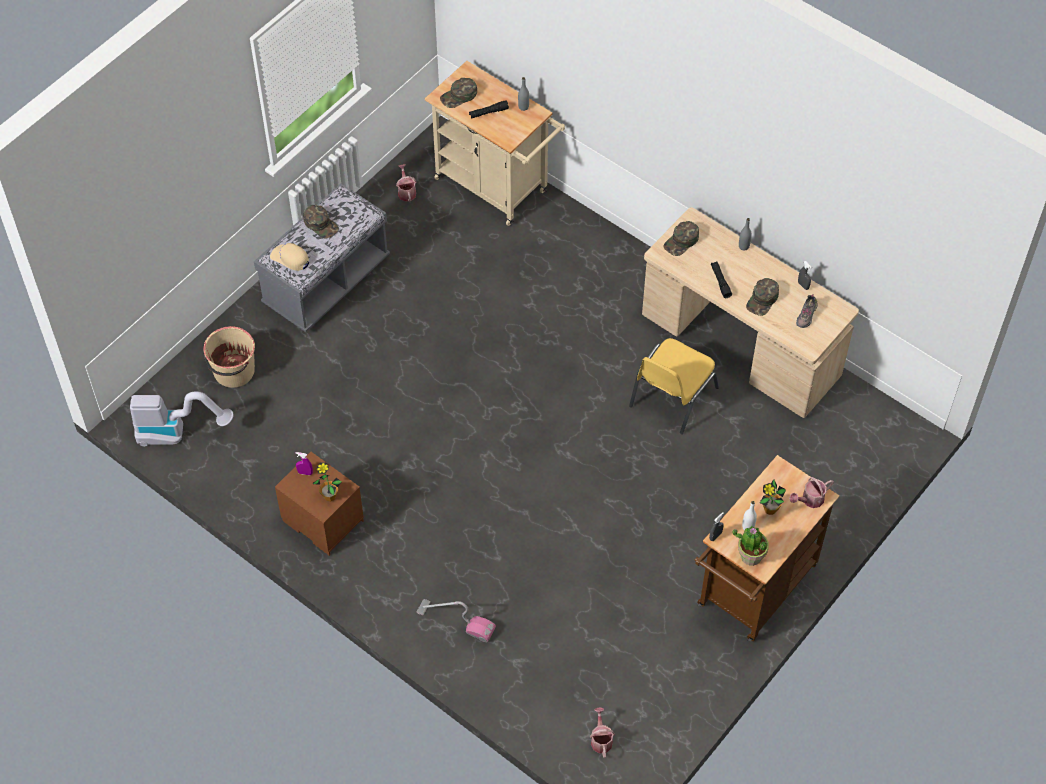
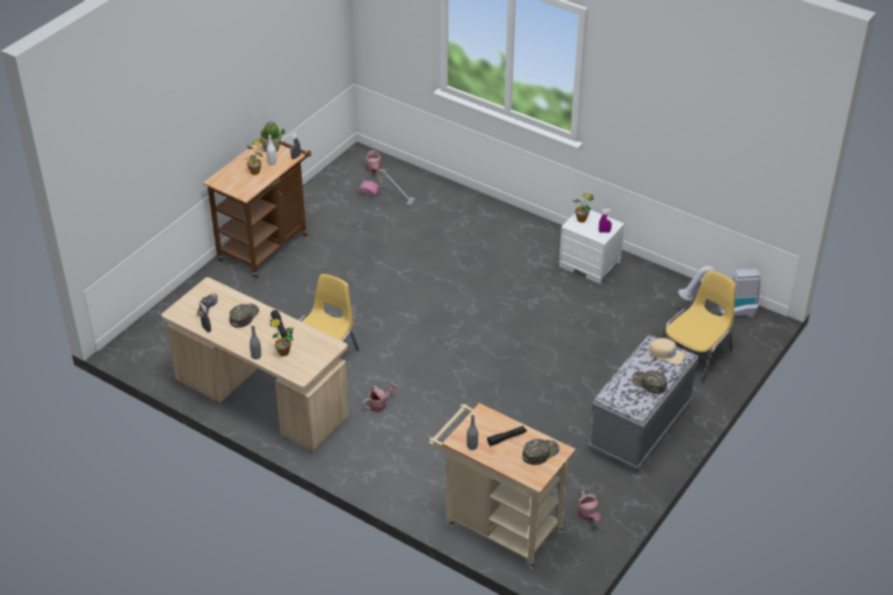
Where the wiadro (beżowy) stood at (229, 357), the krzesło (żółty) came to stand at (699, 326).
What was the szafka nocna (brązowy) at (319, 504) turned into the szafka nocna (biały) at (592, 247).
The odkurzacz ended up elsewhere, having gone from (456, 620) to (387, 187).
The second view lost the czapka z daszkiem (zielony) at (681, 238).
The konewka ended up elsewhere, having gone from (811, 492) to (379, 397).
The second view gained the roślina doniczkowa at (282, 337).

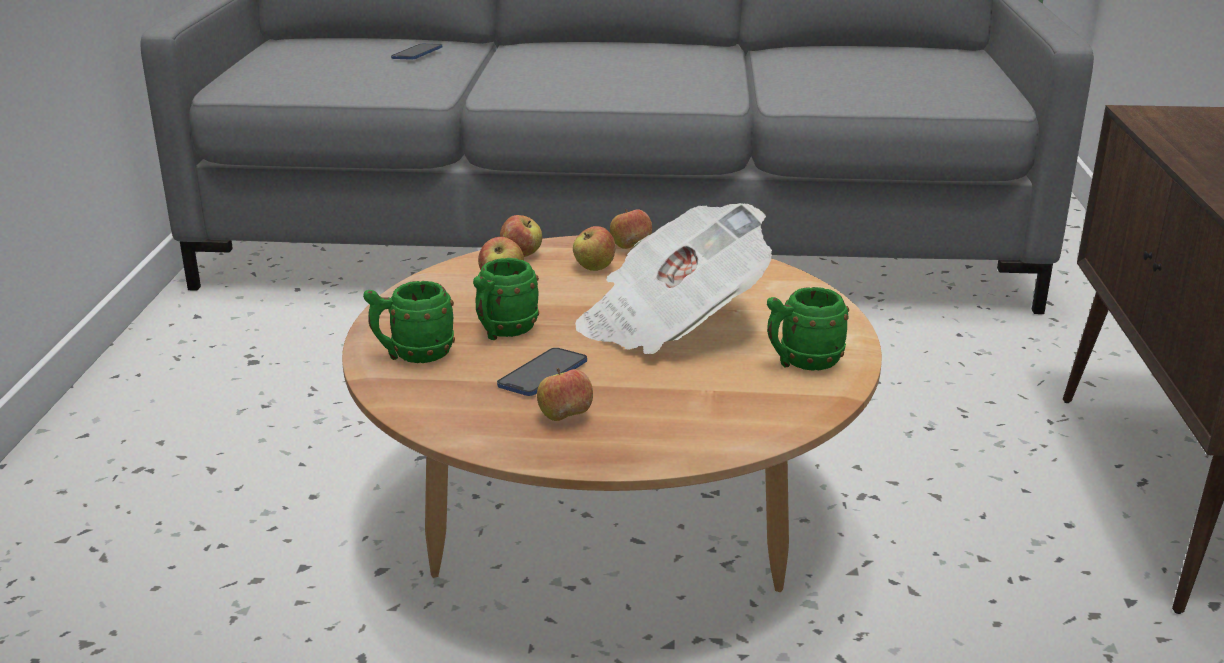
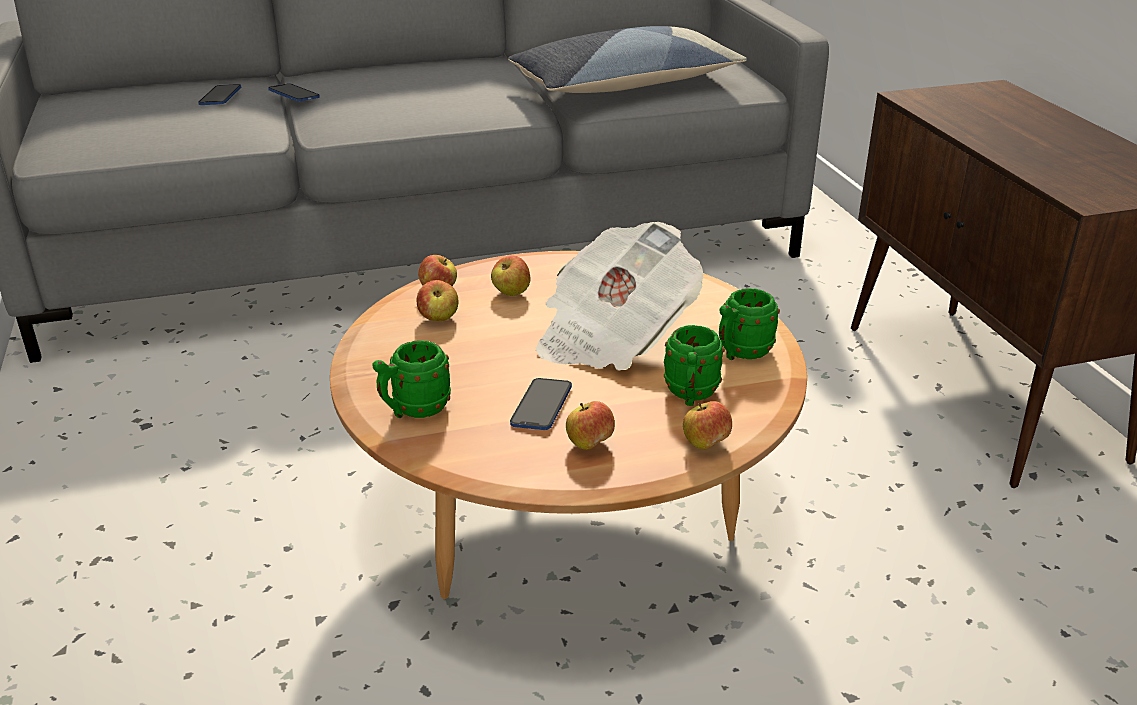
The kubek (zielony) ended up elsewhere, having gone from (506, 299) to (694, 365).
The jabłko ended up elsewhere, having gone from (631, 229) to (707, 425).
The second view gained the telefon at (294, 92).
The second view gained the poduszka at (627, 59).

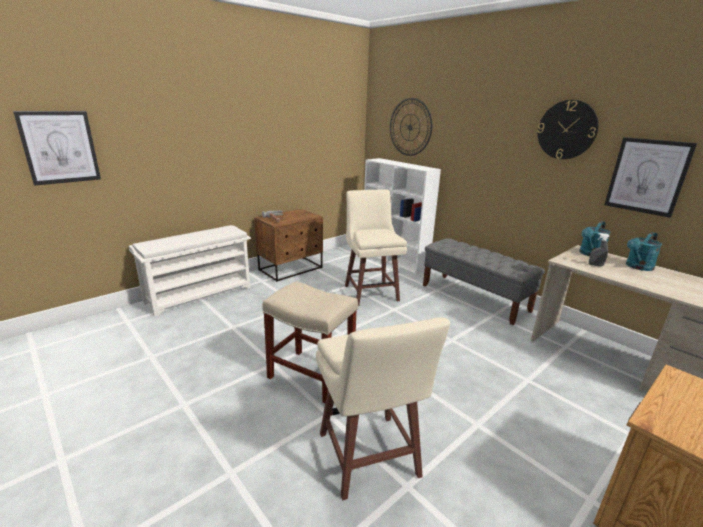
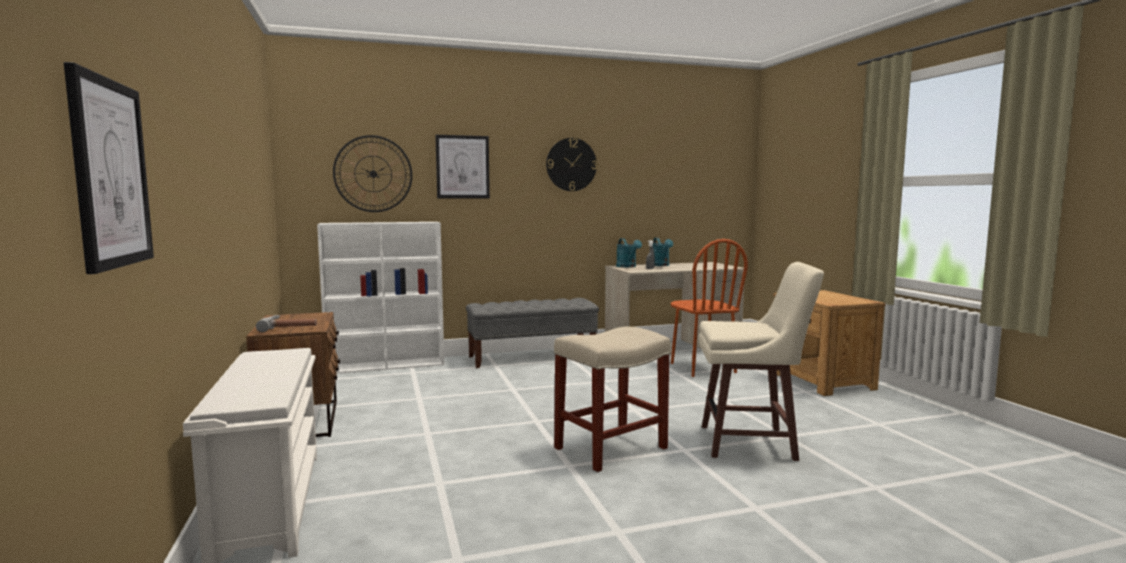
The second view lost the stołek (beżowy) at (376, 247).
The obraz ended up elsewhere, having gone from (650, 177) to (462, 166).
The second view gained the krzesło (brązowy) at (709, 308).

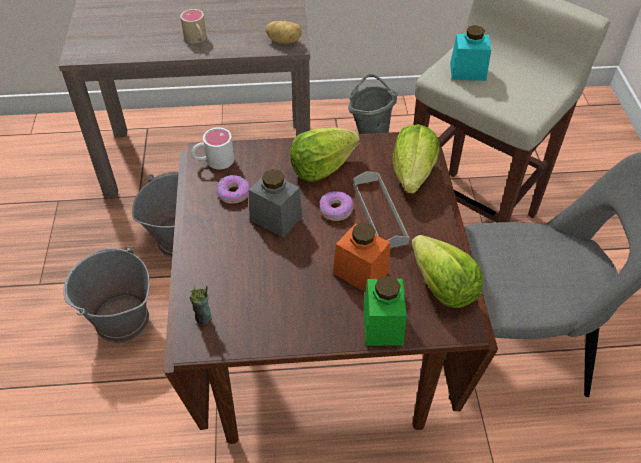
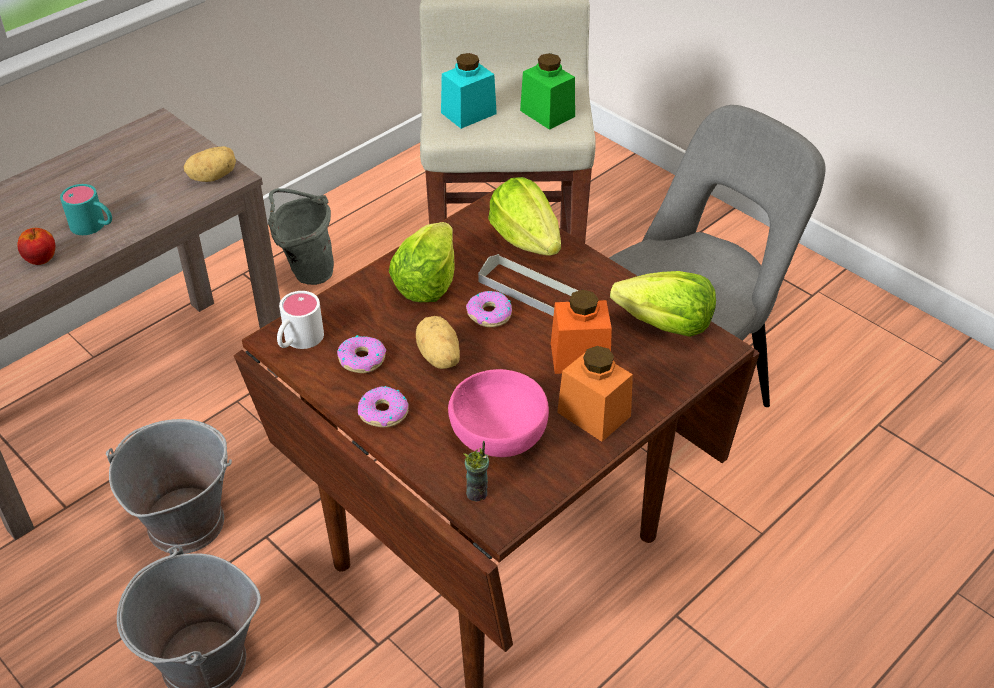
What was the kubek (beżowy) at (193, 26) turned into the kubek (turkusowy) at (86, 209).
Where the słoik (szary) stood at (276, 203), the ziemniak came to stand at (438, 342).
The słoik (zielony) ended up elsewhere, having gone from (385, 311) to (547, 91).
The second view gained the jabłko at (36, 246).
The second view gained the donut at (383, 406).
The second view gained the miska (różowy) at (498, 413).
The second view gained the słoik (pomarańczowy) at (595, 394).

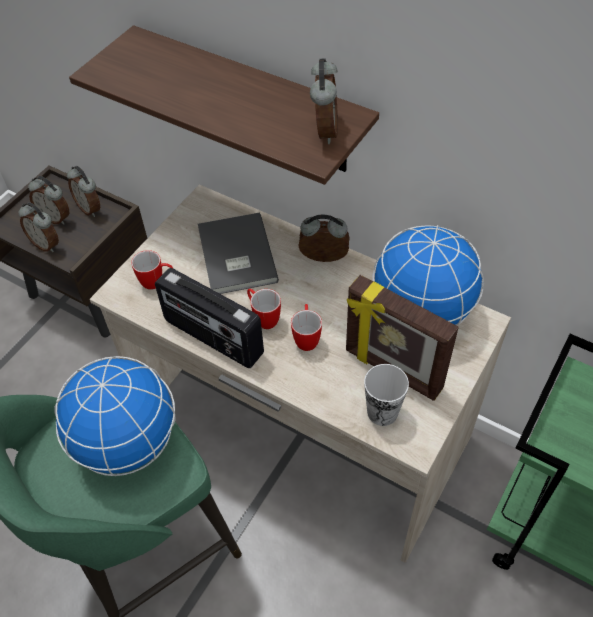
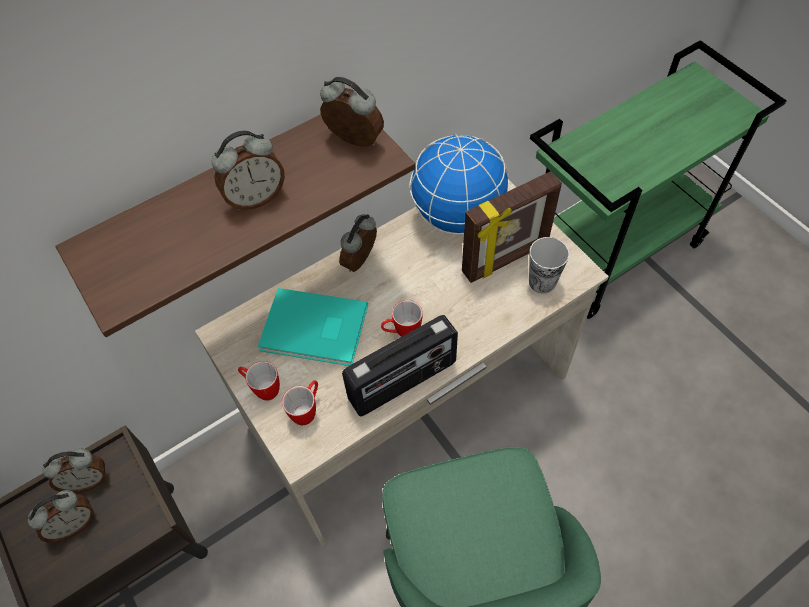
The budzik ended up elsewhere, having gone from (38, 227) to (248, 171).
The second view lost the globus at (115, 416).
What was the książka (szary) at (238, 253) turned into the książka (turkusowy) at (313, 327).
The kubek ended up elsewhere, having gone from (306, 327) to (259, 380).

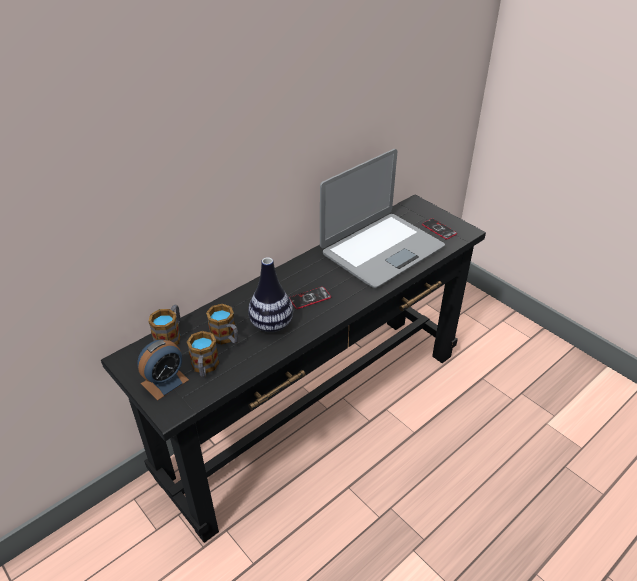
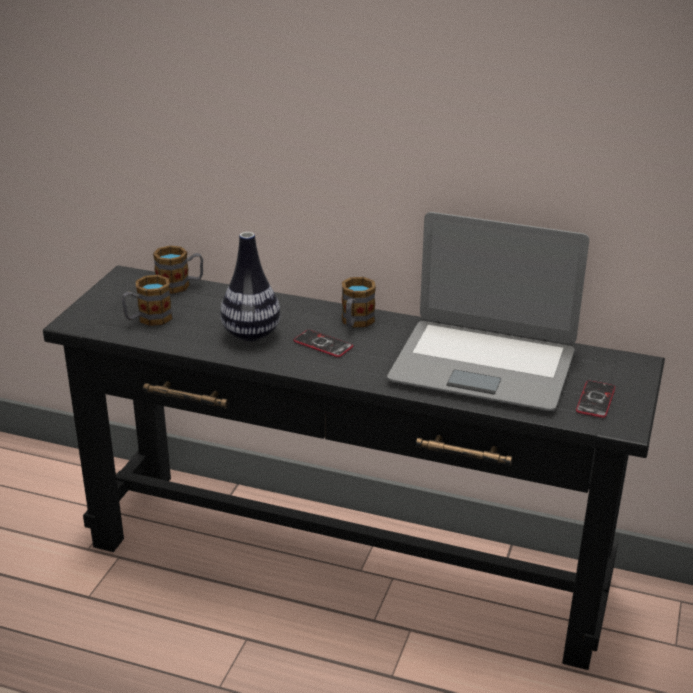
The second view lost the budzik at (163, 370).
The kubek ended up elsewhere, having gone from (222, 324) to (358, 302).

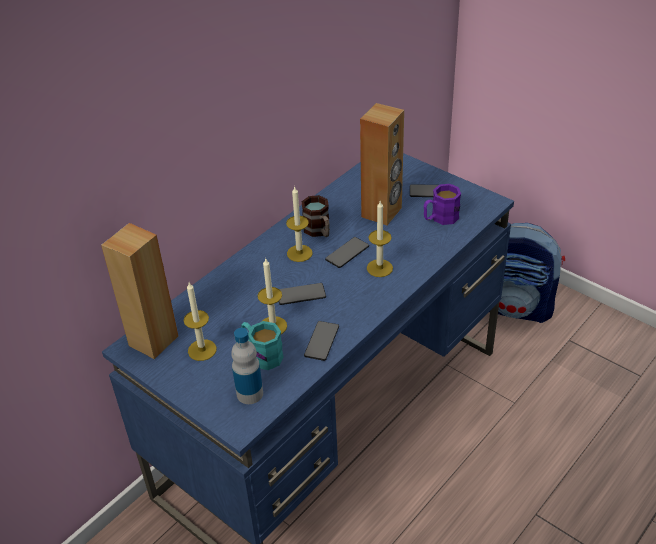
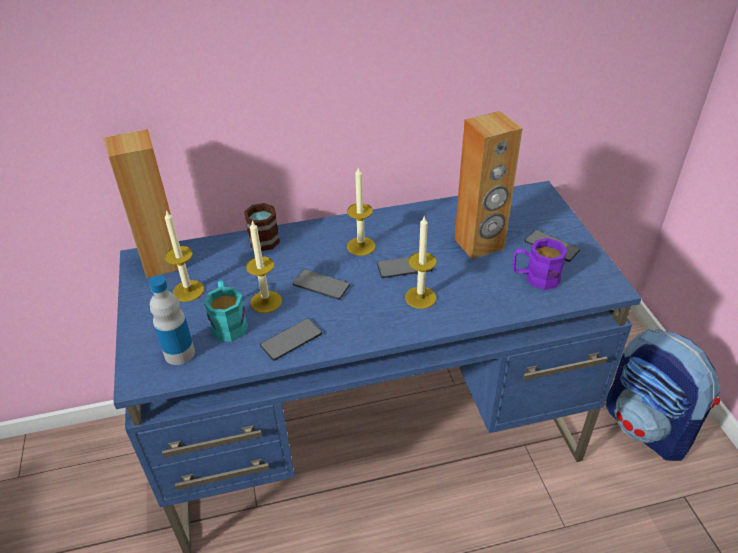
The kubek ended up elsewhere, having gone from (316, 216) to (262, 227).

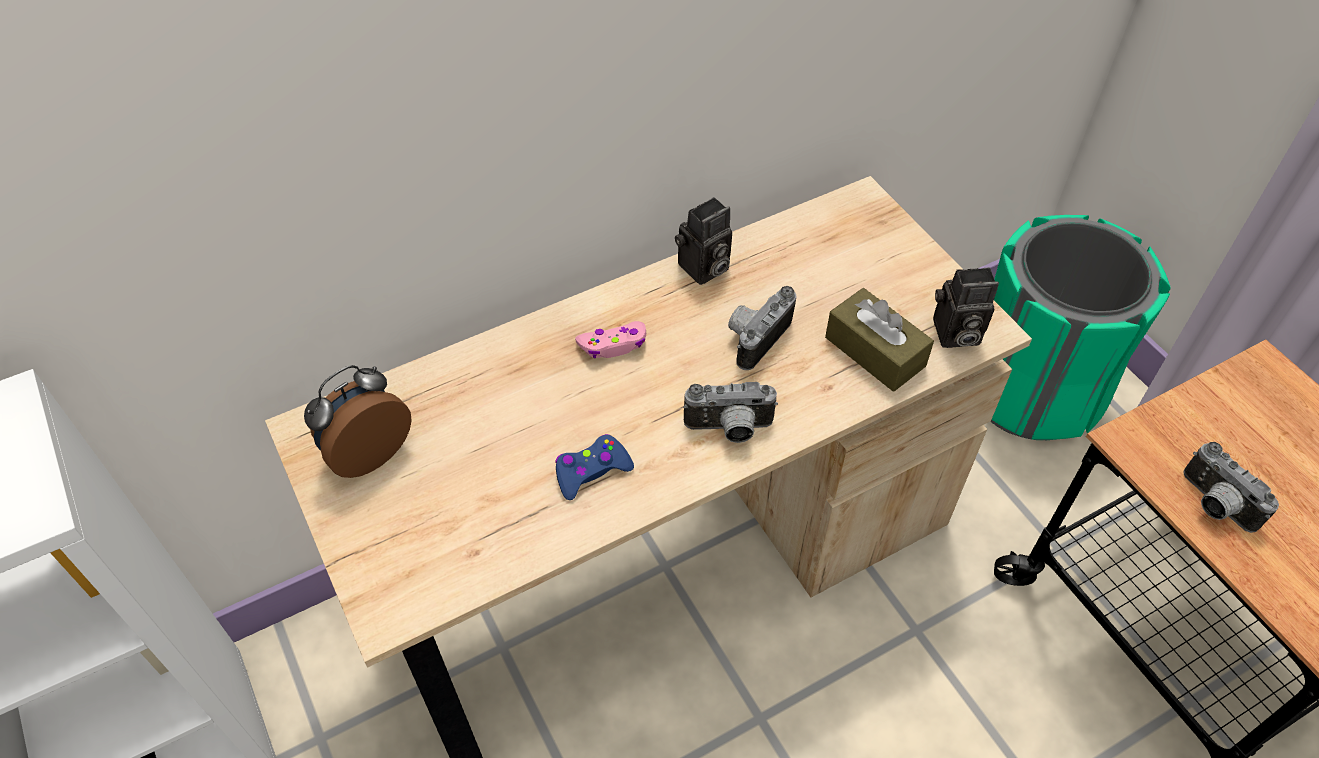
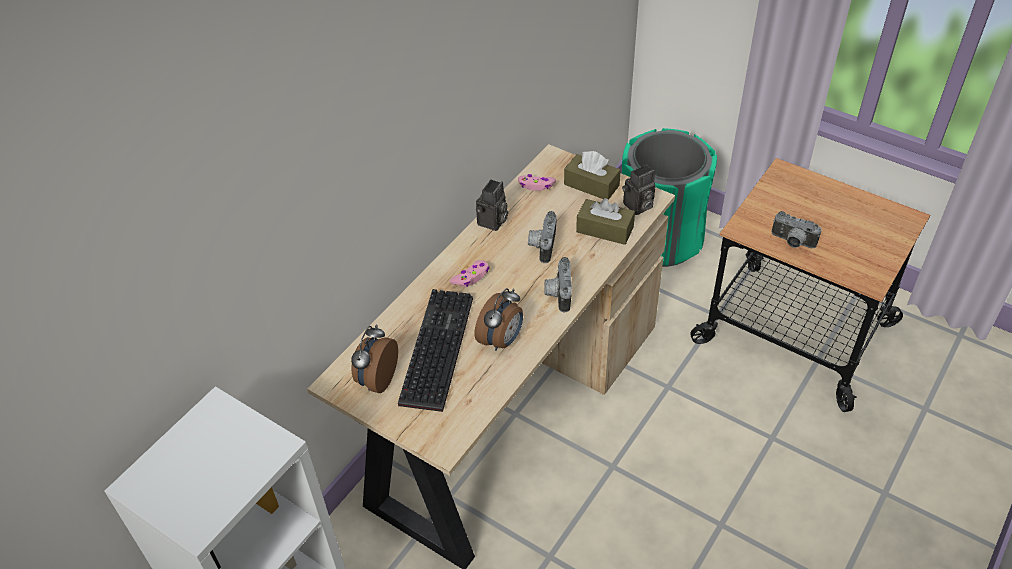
Where the pad do gier (niebieski) stood at (594, 467), the budzik came to stand at (499, 319).
The aparat fotograficzny at (730, 412) ended up facing another way, 120 degrees clockwise from before.
The second view gained the klawiatura at (435, 350).
The second view gained the pad do gier (różowy) at (537, 182).
The second view gained the pudełko chusteczek (brązowy) at (592, 175).

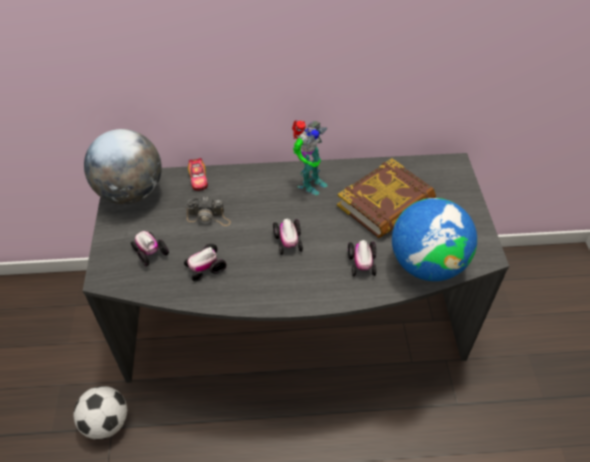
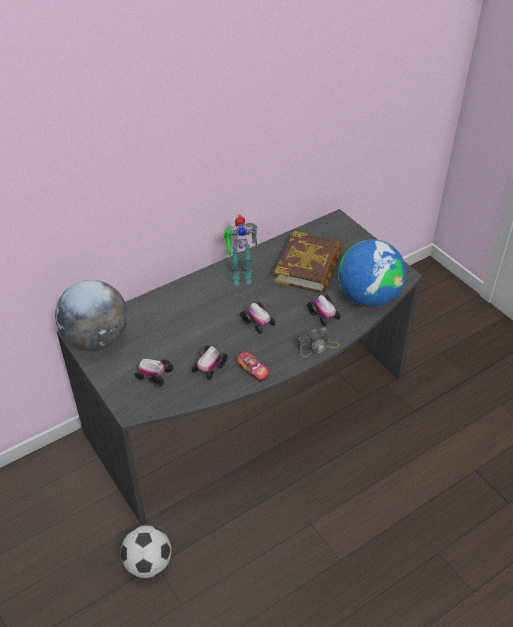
The aparat fotograficzny ended up elsewhere, having gone from (208, 211) to (319, 342).
The samochodzik ended up elsewhere, having gone from (198, 174) to (253, 366).
The robot zabawkowy at (310, 157) ended up facing another way, 75 degrees clockwise from before.

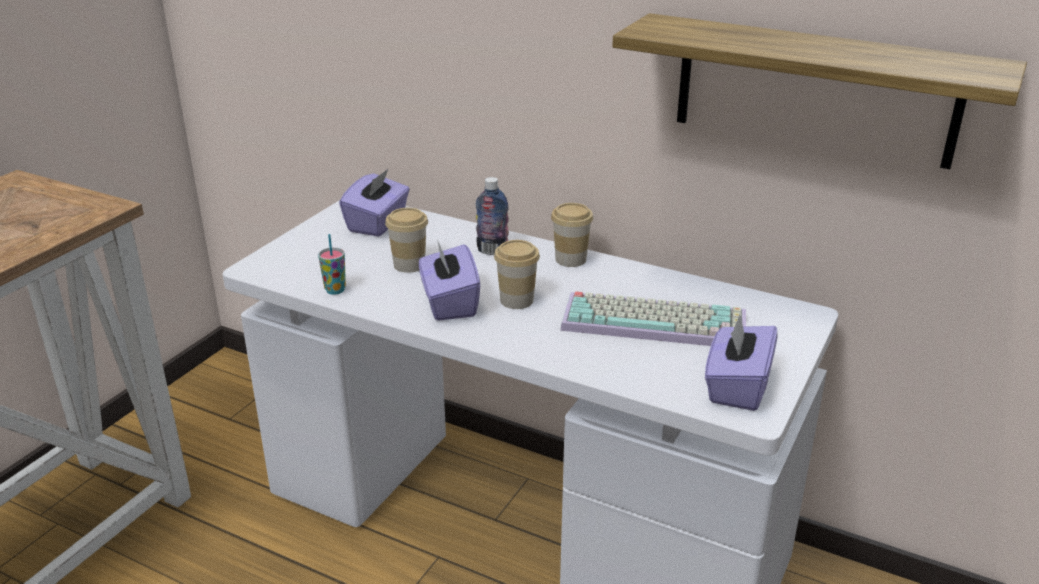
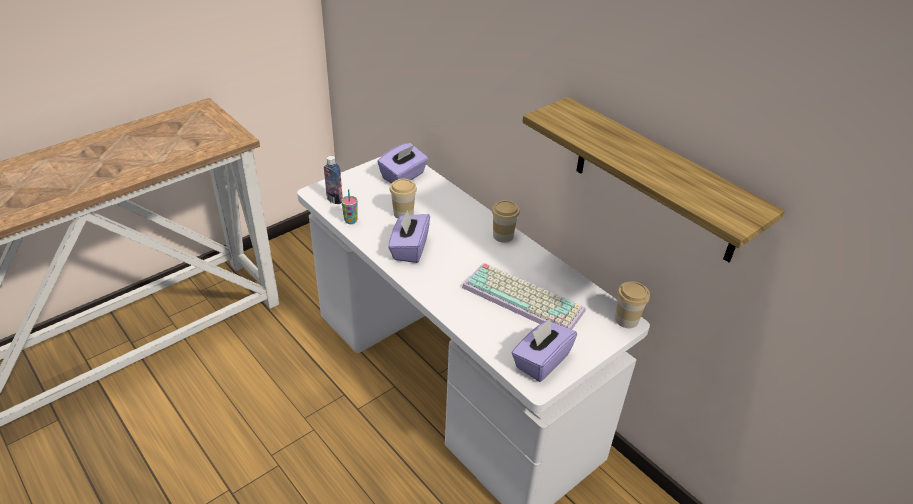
The butelka ended up elsewhere, having gone from (492, 216) to (333, 180).
The filiżanka ended up elsewhere, having gone from (517, 274) to (632, 304).

